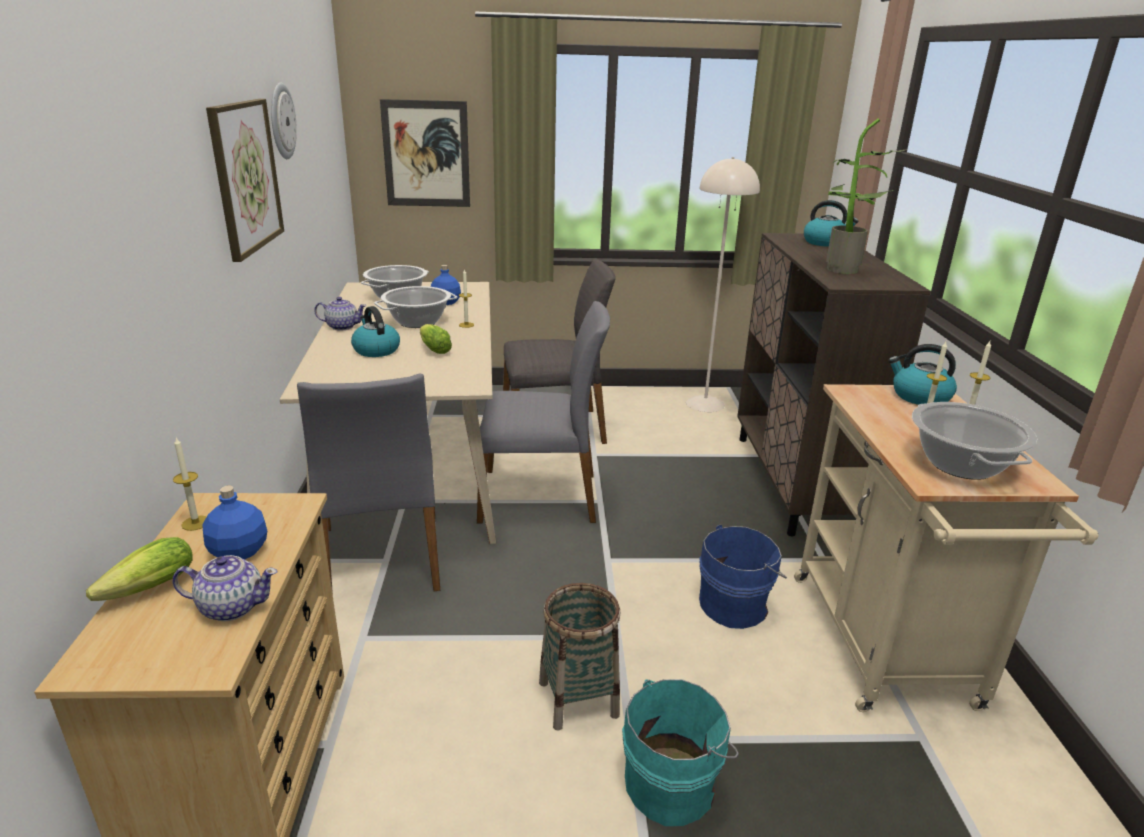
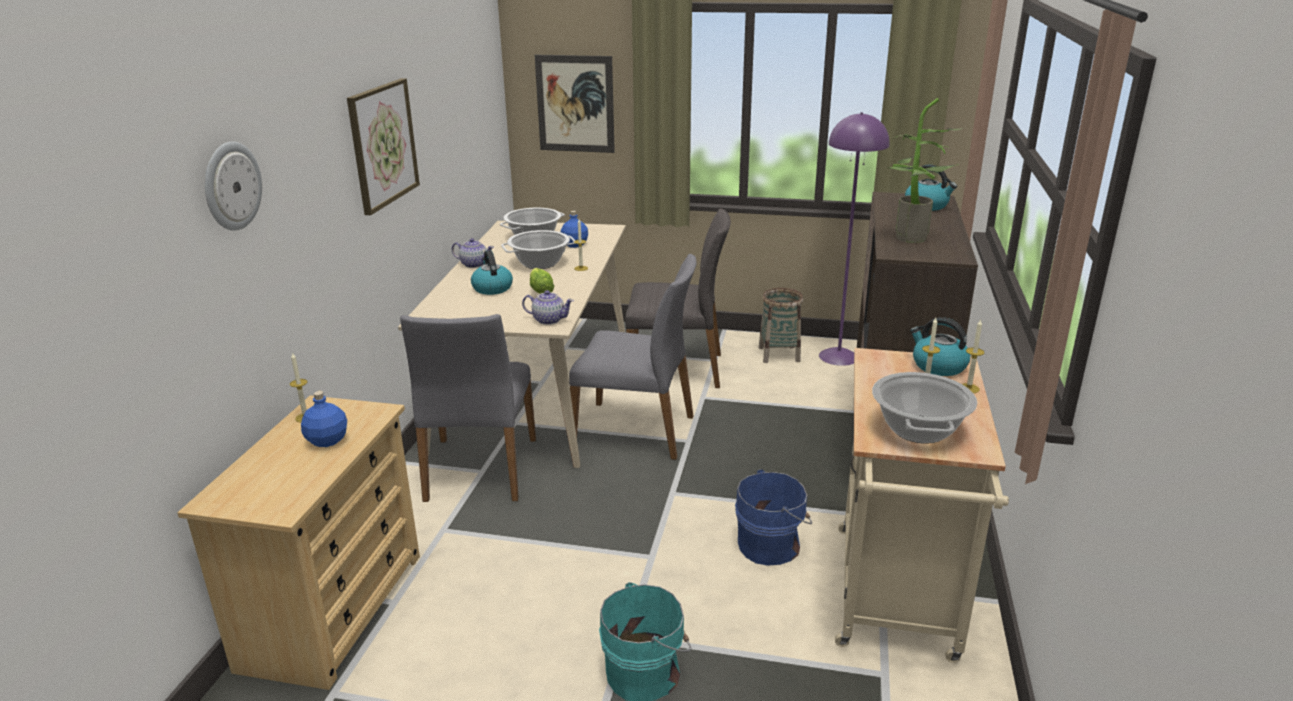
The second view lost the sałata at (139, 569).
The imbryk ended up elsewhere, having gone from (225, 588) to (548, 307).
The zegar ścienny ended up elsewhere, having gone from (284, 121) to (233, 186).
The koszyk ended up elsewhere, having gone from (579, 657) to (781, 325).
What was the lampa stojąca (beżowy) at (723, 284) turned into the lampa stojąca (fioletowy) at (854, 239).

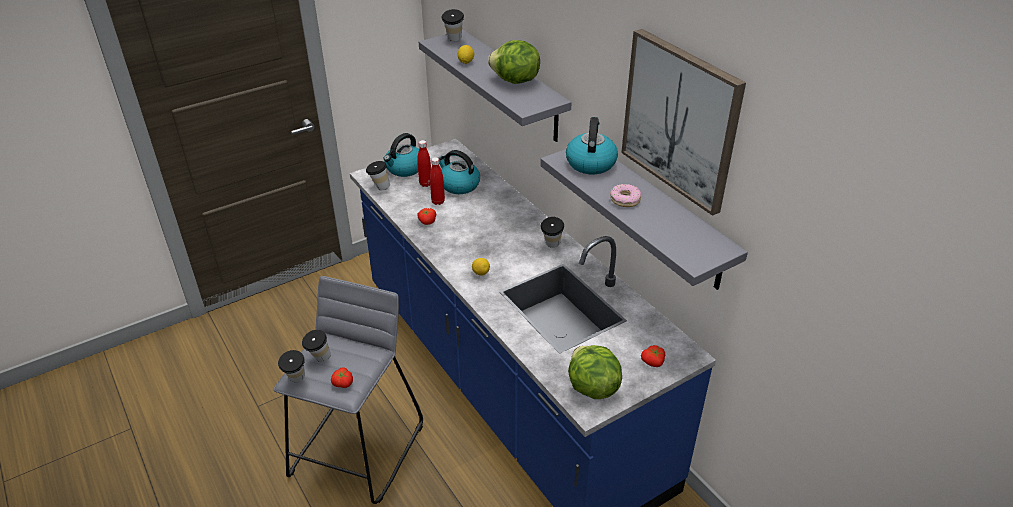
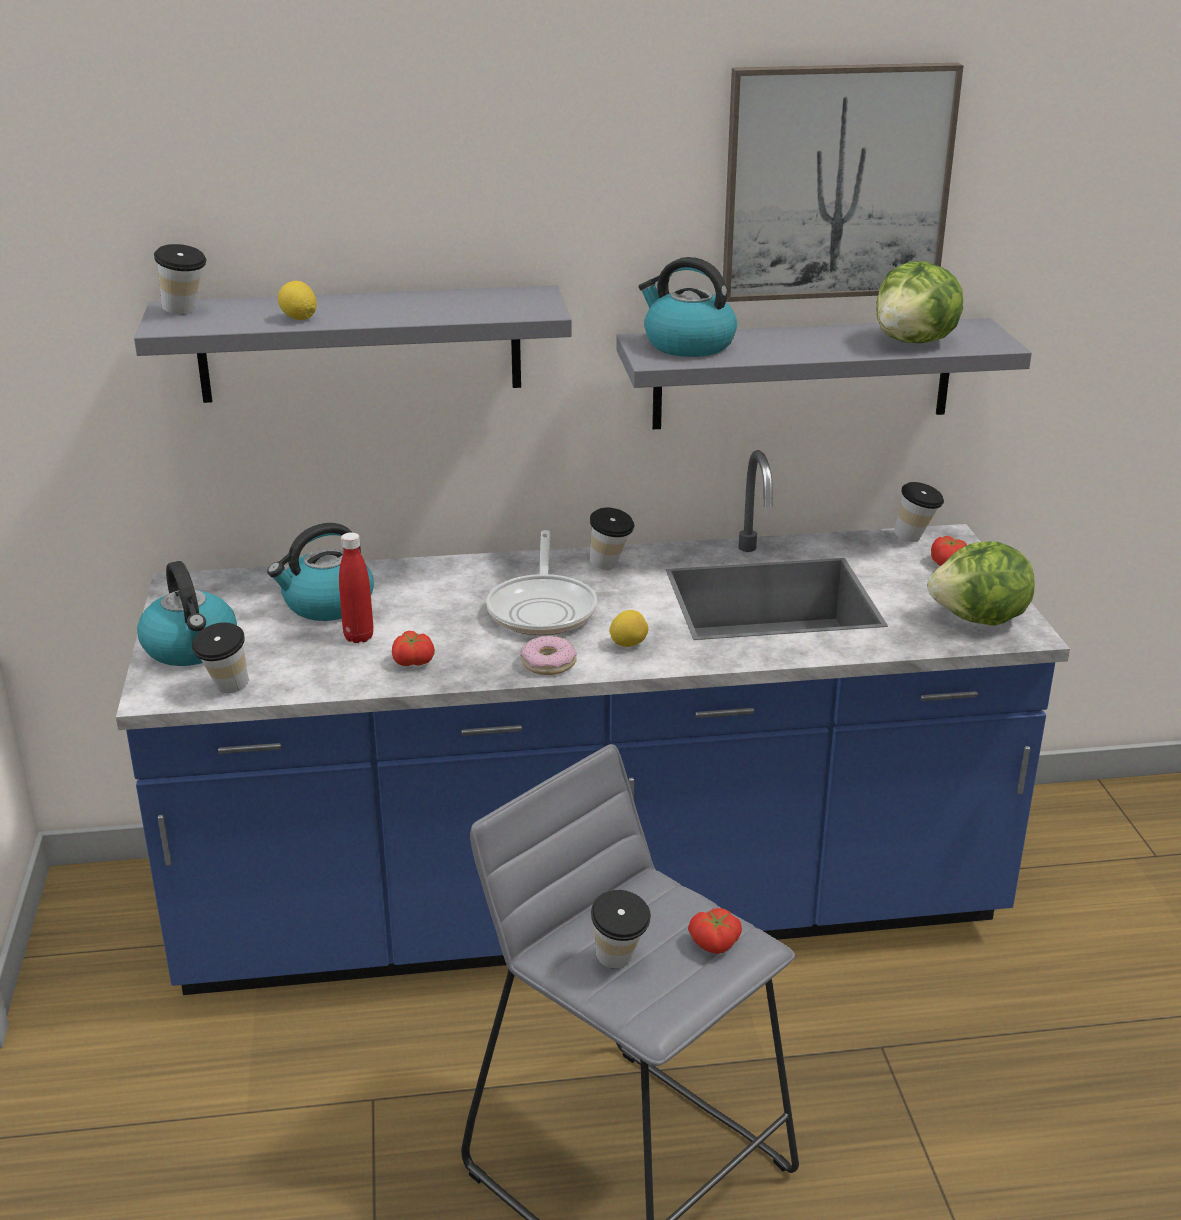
The filiżanka ended up elsewhere, having gone from (291, 366) to (919, 512).
The second view lost the butelka (czerwony) at (424, 163).
The sałata ended up elsewhere, having gone from (514, 62) to (919, 302).
The donut ended up elsewhere, having gone from (625, 195) to (548, 655).
The second view gained the patelnia at (542, 582).

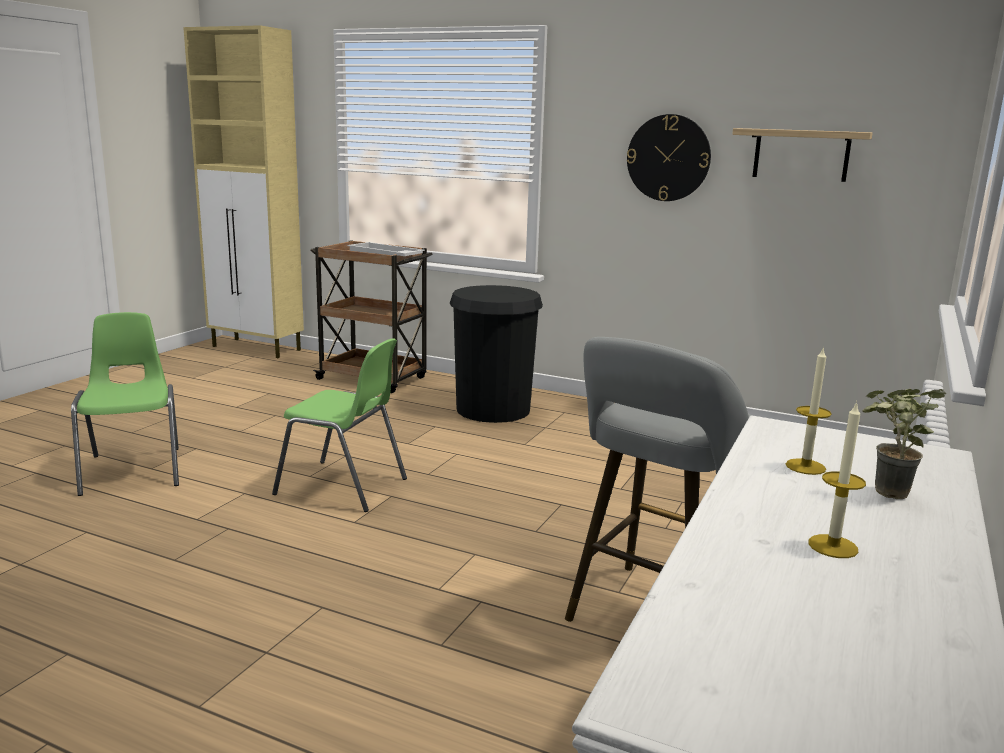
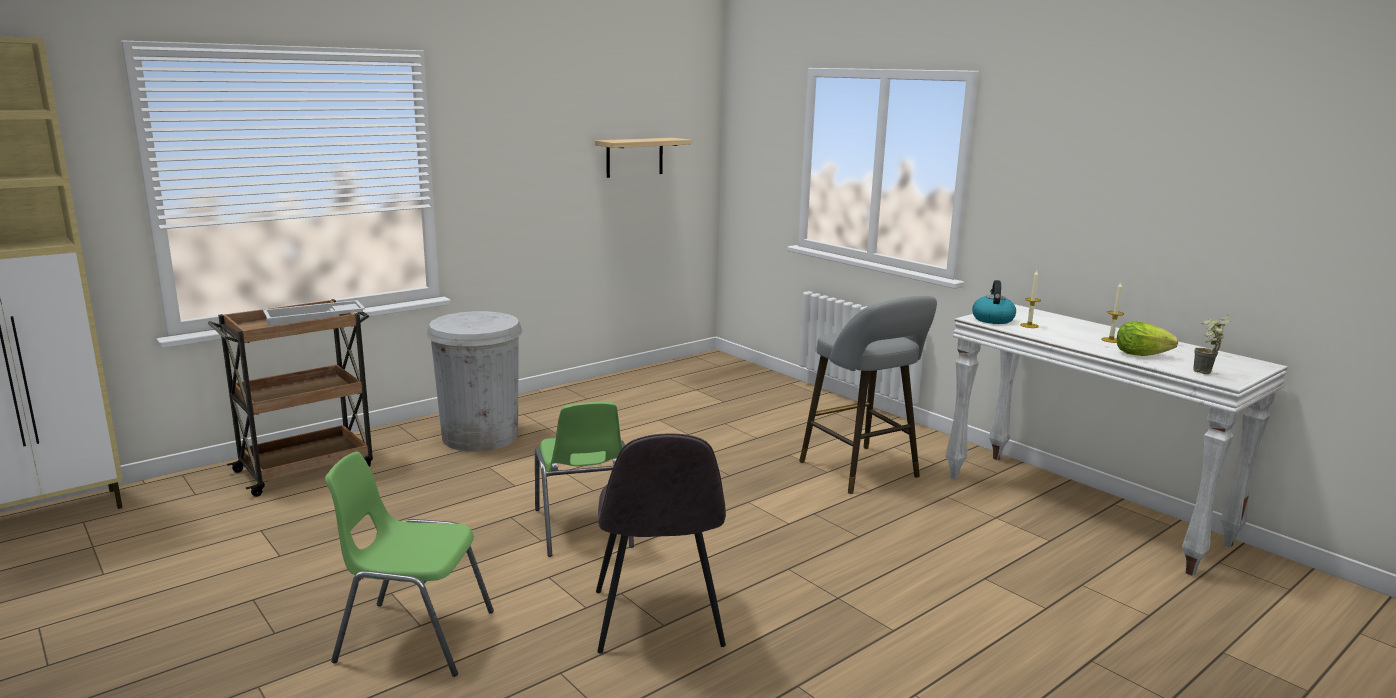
The krzesło (zielony) at (339, 425) ended up facing another way, 120 degrees clockwise from before.
What was the kosz na śmieci (czarny) at (496, 354) turned into the kosz na śmieci (biały) at (474, 381).
The second view lost the zegar ścienny at (669, 157).
The roślina doniczkowa ended up elsewhere, having gone from (904, 444) to (1211, 344).
The second view gained the krzesło (szary) at (661, 543).
The second view gained the czajnik at (994, 302).
The second view gained the sałata at (1147, 338).

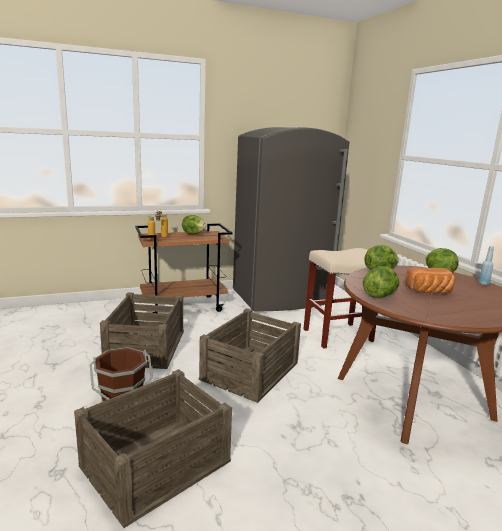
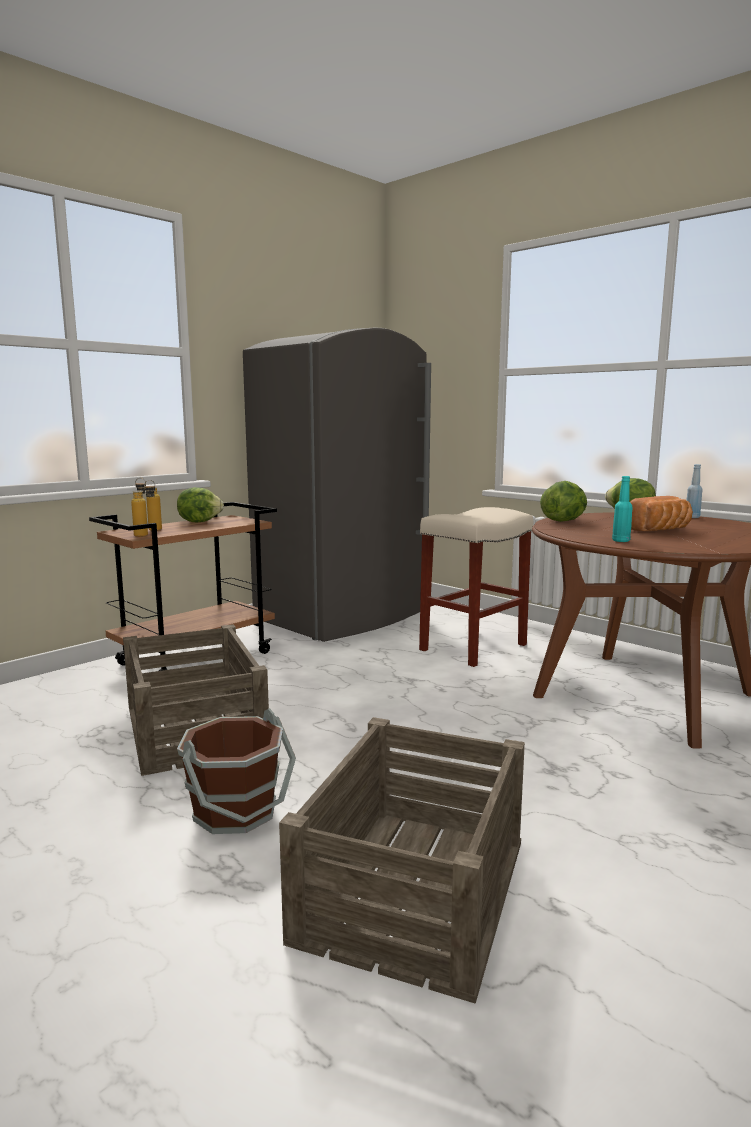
The second view lost the skrzynka at (250, 355).
Where the sałata stood at (381, 282), the butelka (turkusowy) came to stand at (622, 509).

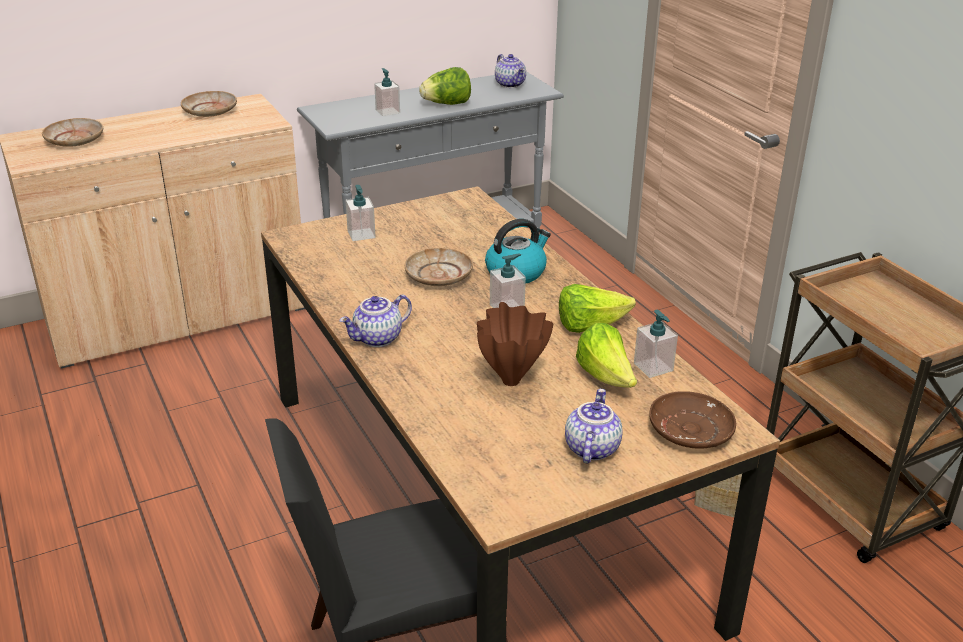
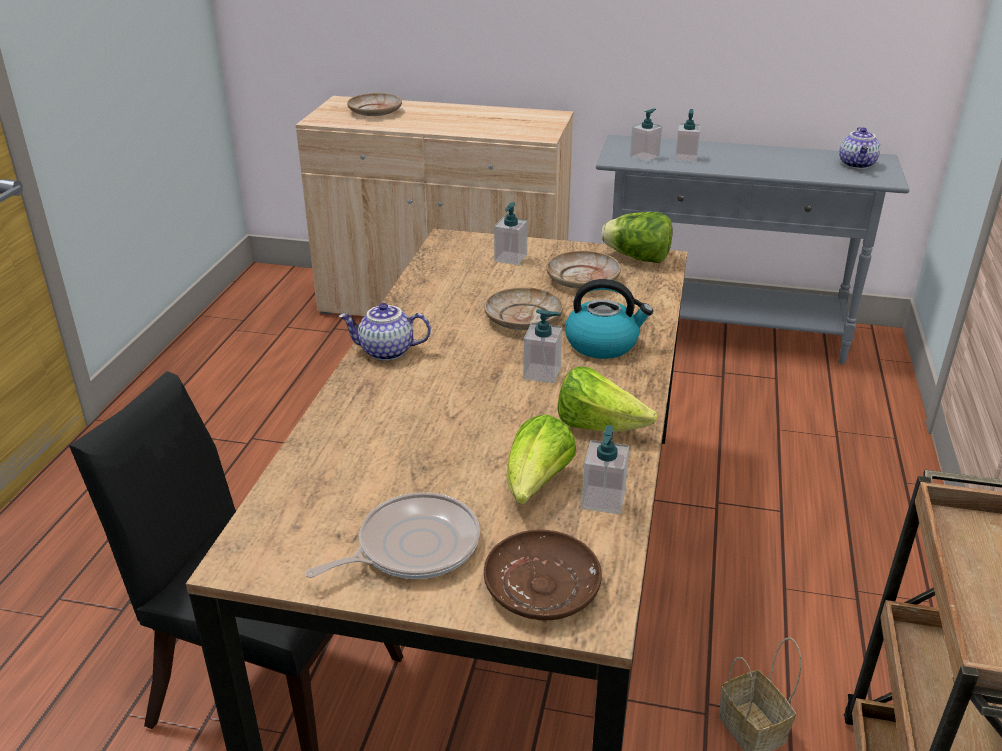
The talerz (beżowy) ended up elsewhere, having gone from (209, 104) to (583, 270).
The sałata ended up elsewhere, having gone from (445, 86) to (637, 237).
The second view lost the wazon (brązowy) at (515, 344).
Where the imbryk stood at (594, 426), the patelnia came to stand at (392, 535).
The second view gained the dozownik mydła at (646, 135).

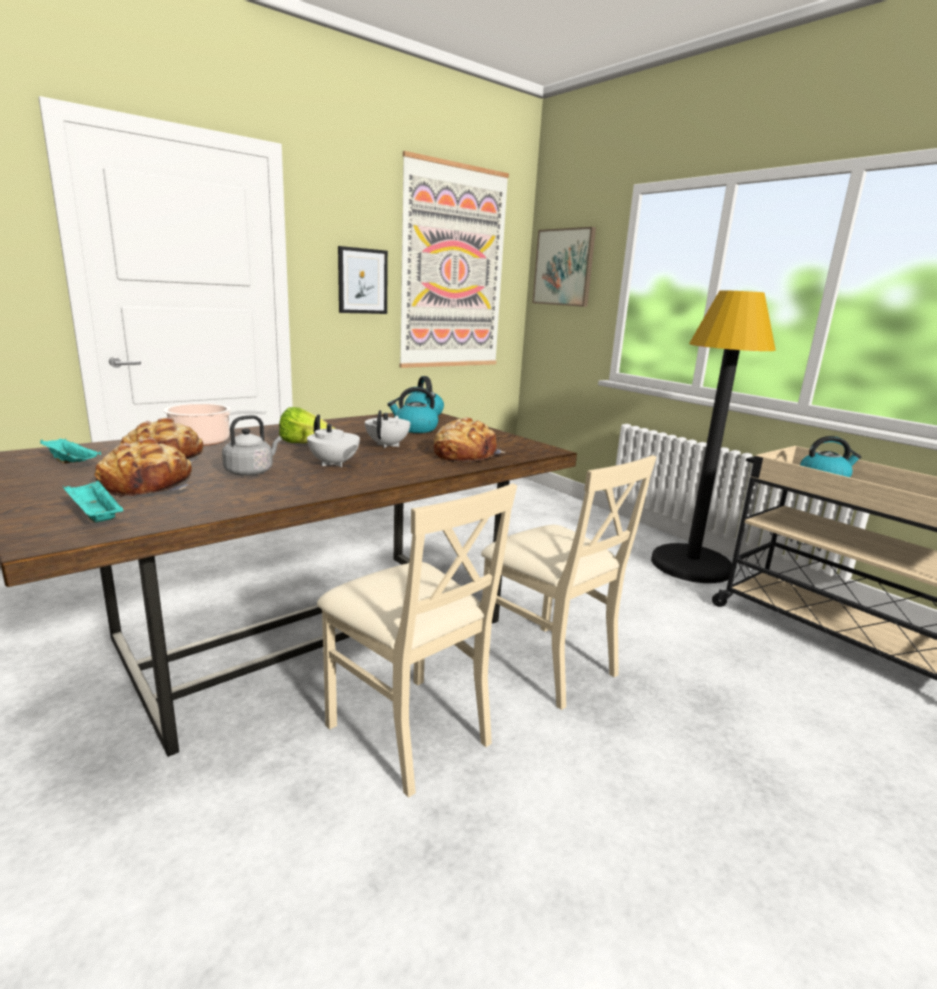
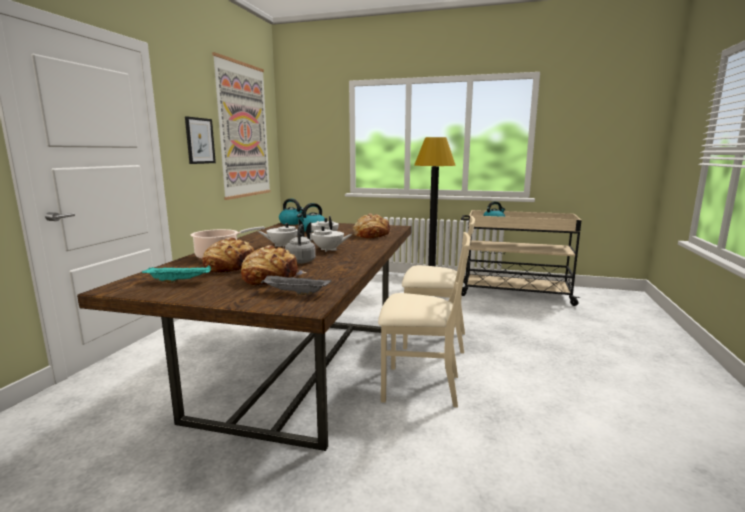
What was the taca (turkusowy) at (93, 501) turned into the taca (szary) at (296, 285).
Where the sałata stood at (307, 425), the imbryk (biały) came to stand at (281, 233).
The second view lost the obraz at (564, 267).

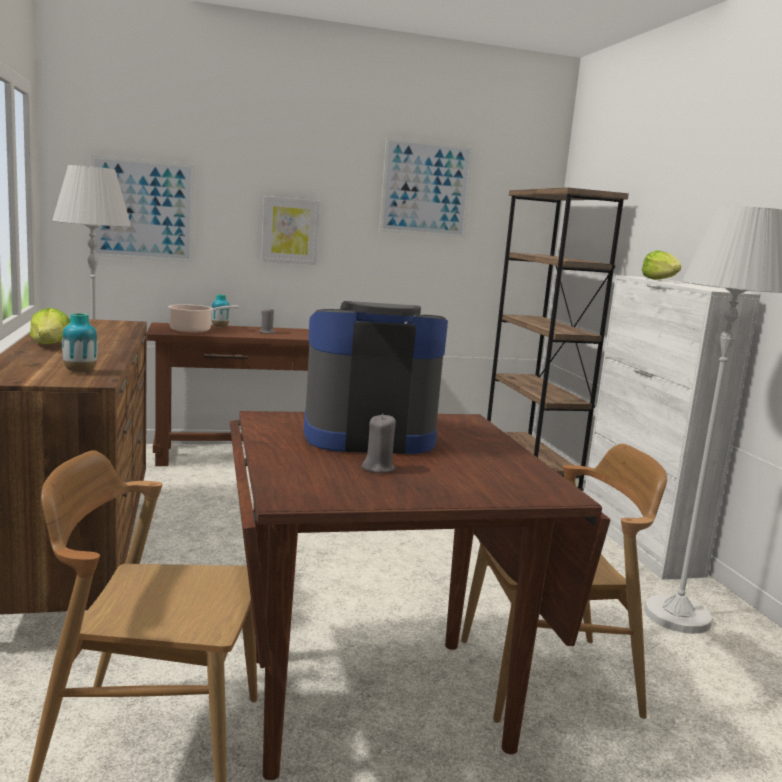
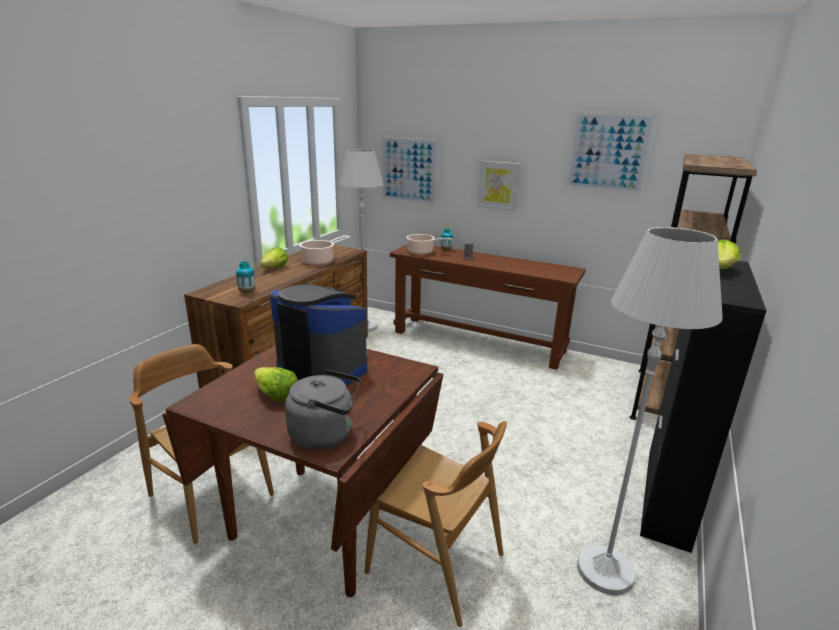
Where the świeca (szary) stood at (379, 443), the sałata came to stand at (276, 384).
What was the szafka (biały) at (672, 427) turned into the szafka (czarny) at (703, 407).
The second view gained the czajnik (szary) at (322, 409).
The second view gained the garnek at (322, 250).

